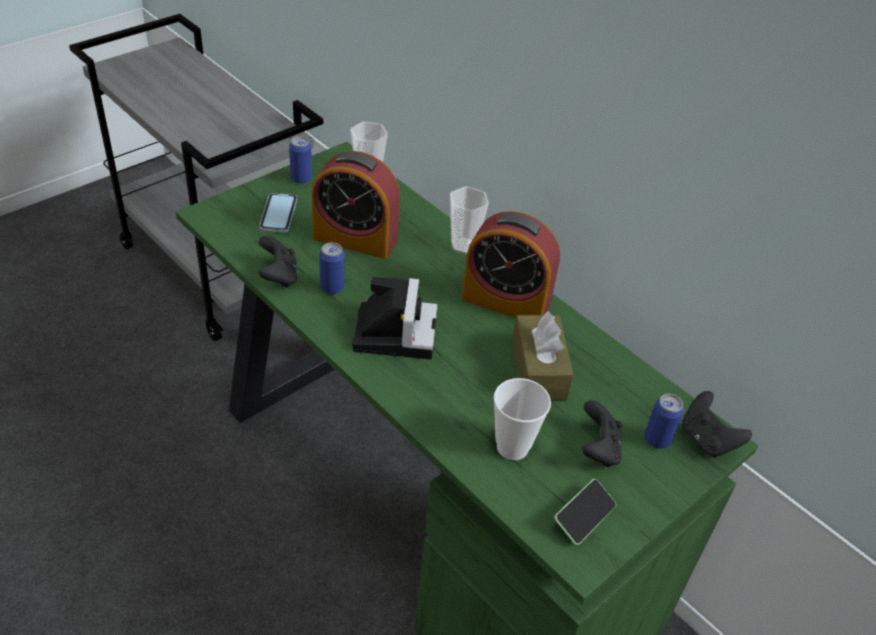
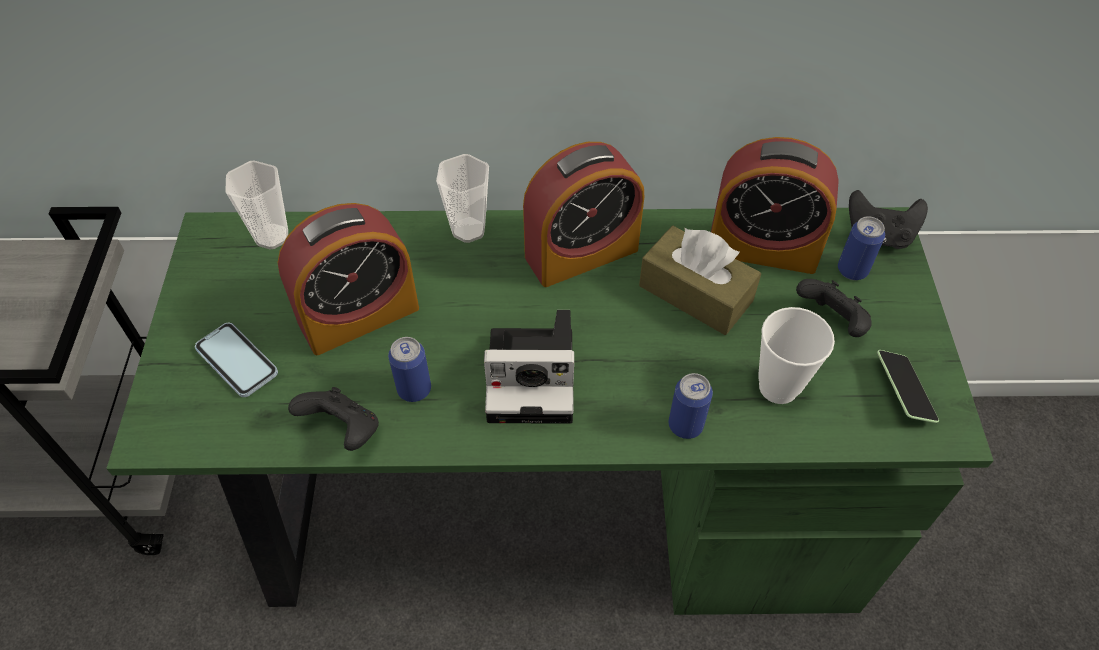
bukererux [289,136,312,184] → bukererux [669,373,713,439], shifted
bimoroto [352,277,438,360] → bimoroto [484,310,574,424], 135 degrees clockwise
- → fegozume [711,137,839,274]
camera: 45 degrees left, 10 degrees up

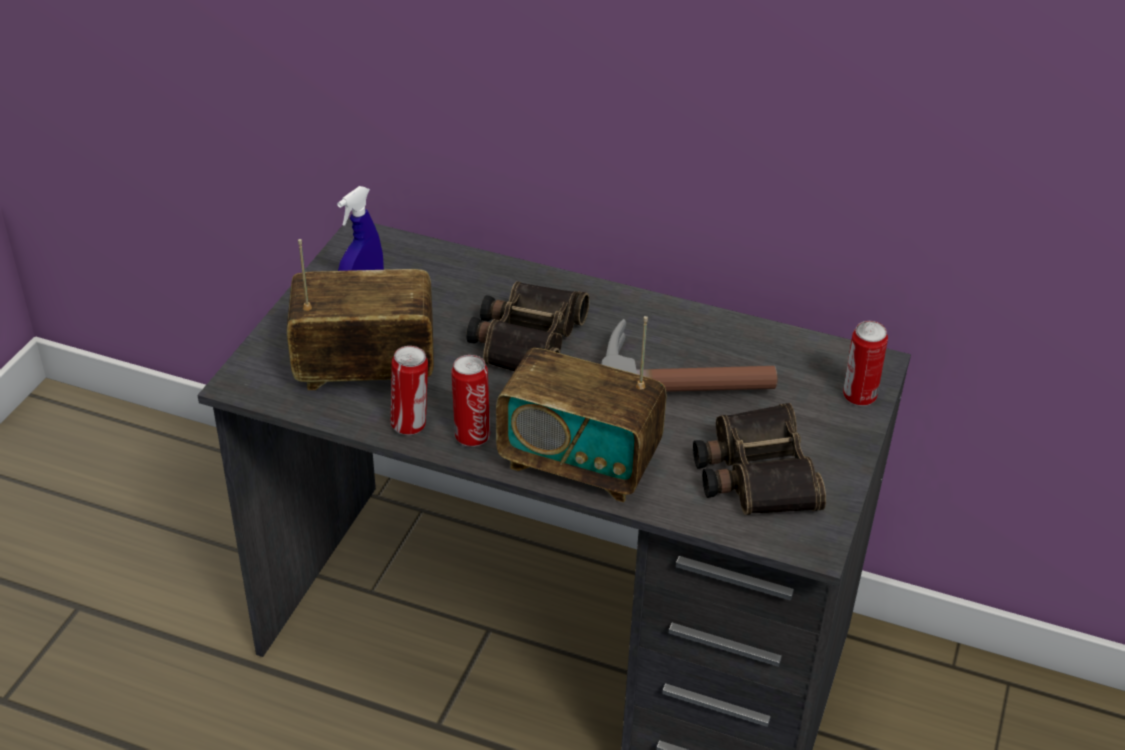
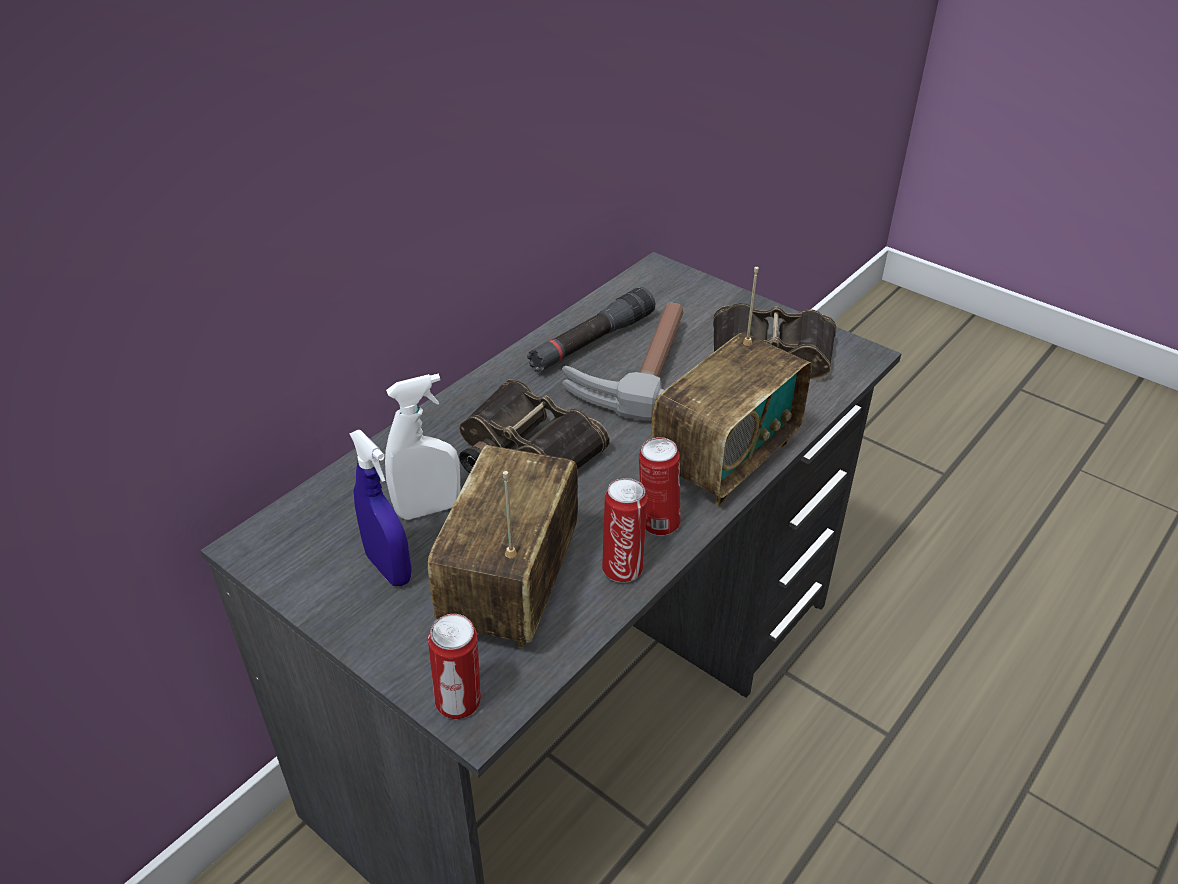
bukererux [843,321,888,406] → bukererux [428,614,481,719], shifted
- → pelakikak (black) [527,287,655,372]
- → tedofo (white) [385,374,461,520]
camera: 70 degrees left, 0 degrees up

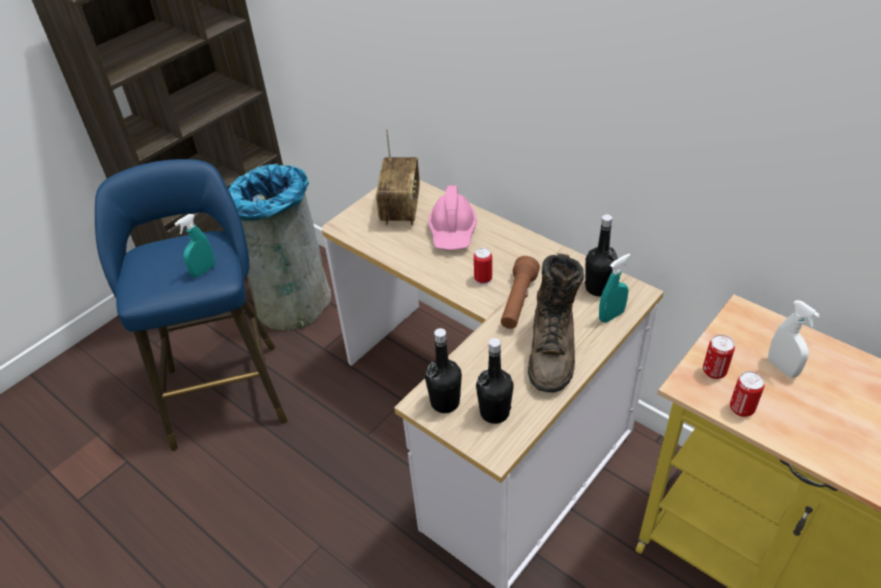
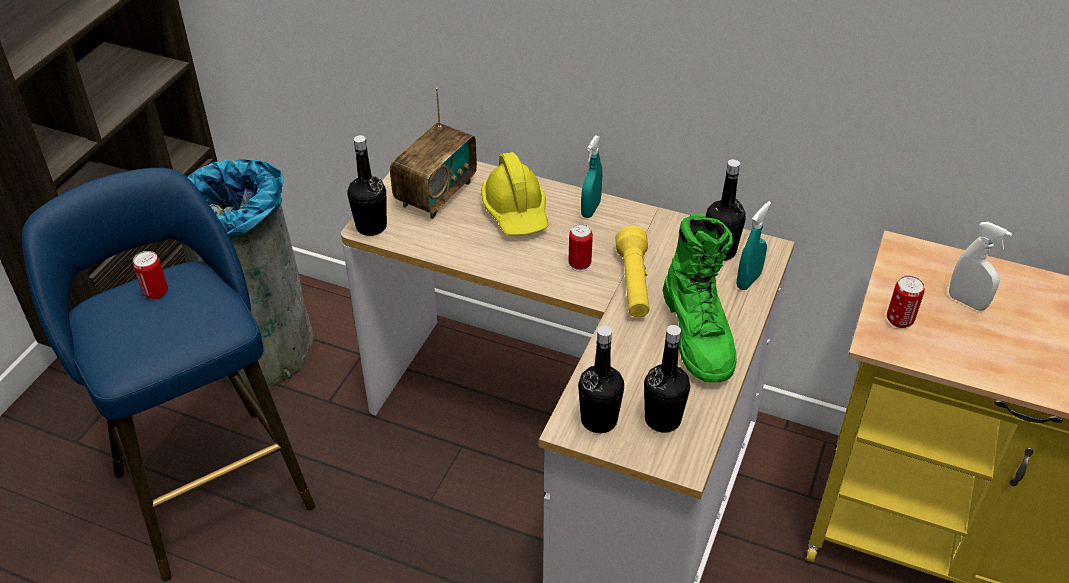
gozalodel [376,129,420,226] → gozalodel [390,88,477,219], 45 degrees clockwise
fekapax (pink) [428,186,477,250] → fekapax (yellow) [482,152,548,235]
tedofo (turquoise) [174,214,215,277] → tedofo (turquoise) [581,135,602,218], shifted
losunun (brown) [528,253,584,393] → losunun (green) [662,214,737,383]
pelakikak (brown) [501,256,540,329] → pelakikak (yellow) [615,226,650,318]
bukererux [730,371,765,417] → bukererux [133,251,168,299], shifted
- → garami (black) [347,135,387,236]
camera: 20 degrees left, 0 degrees up

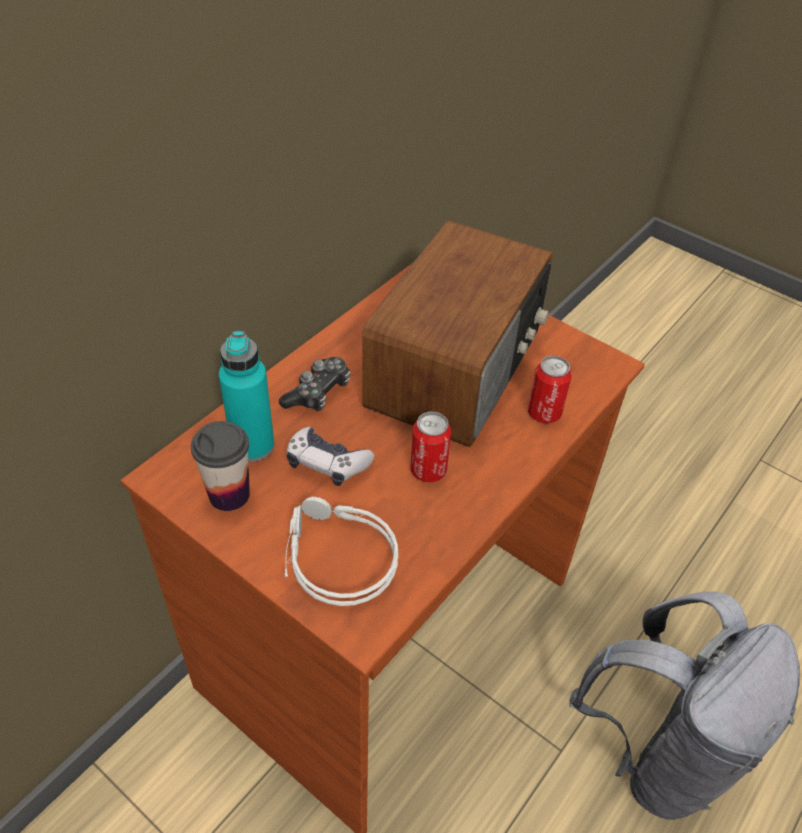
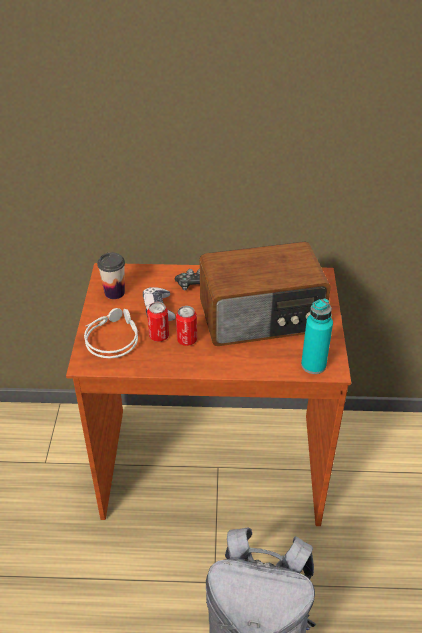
garami (turquoise) [219,331,274,462] → garami (turquoise) [301,298,333,374], shifted
bukererux [528,356,572,424] → bukererux [147,302,169,342], shifted
camera: 55 degrees right, 5 degrees down

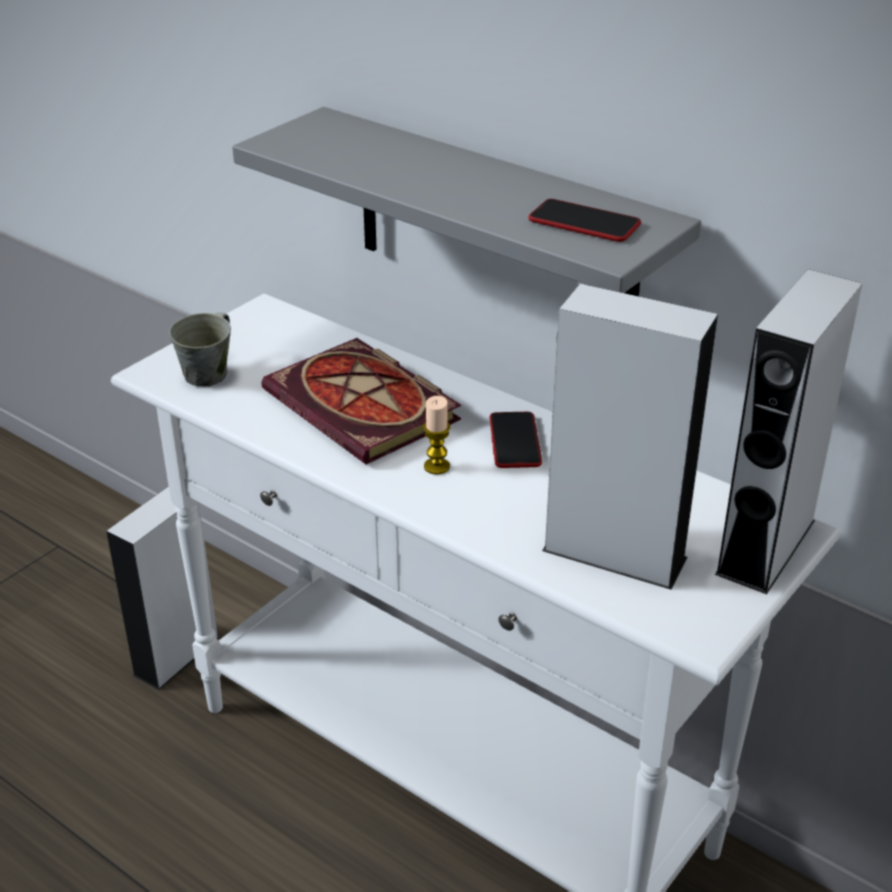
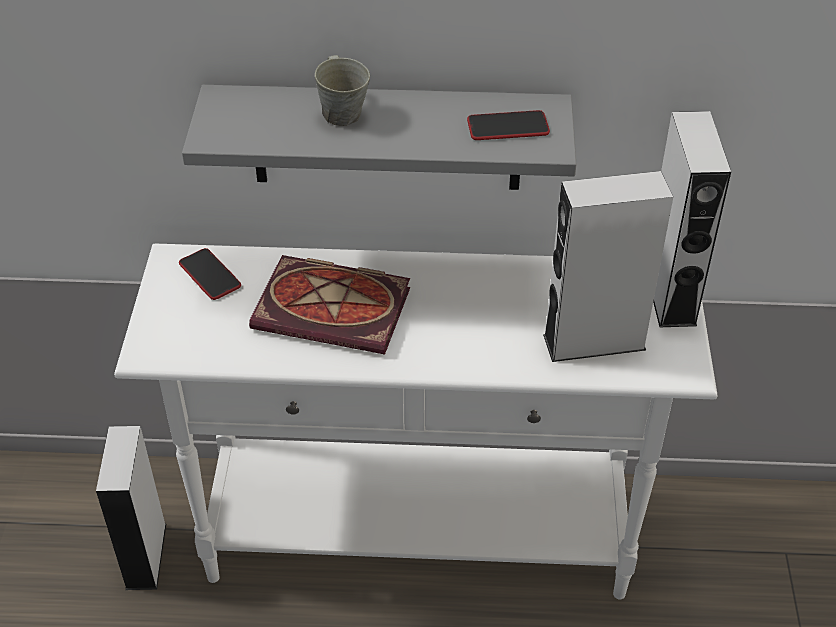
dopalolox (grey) [169,313,231,386] → dopalolox (grey) [315,55,370,126], shifted
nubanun [423,396,450,474] → -
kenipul [489,412,542,468] → kenipul [179,248,241,300], shifted
camera: 35 degrees left, 10 degrees up

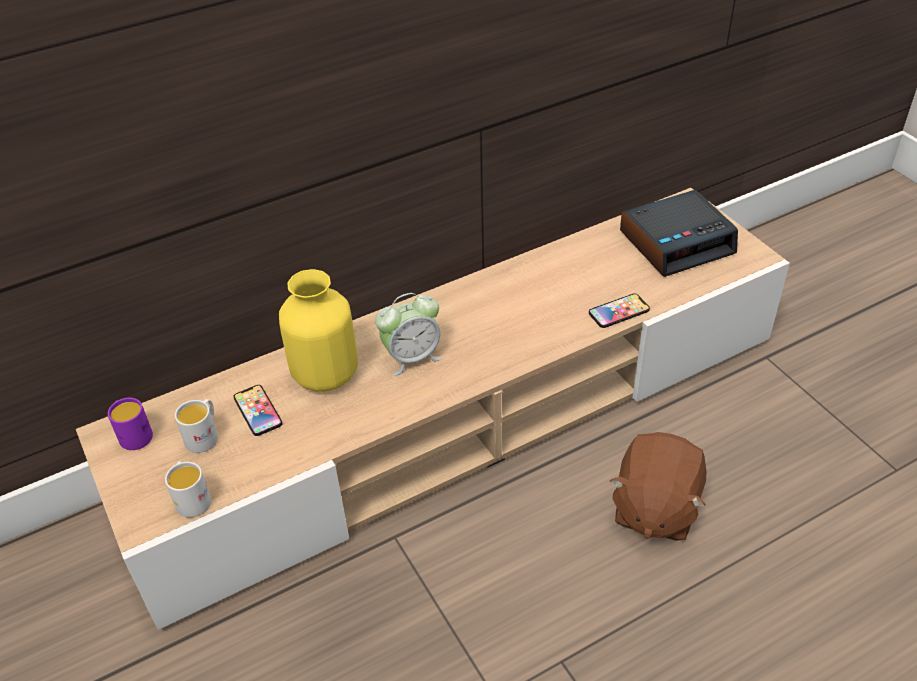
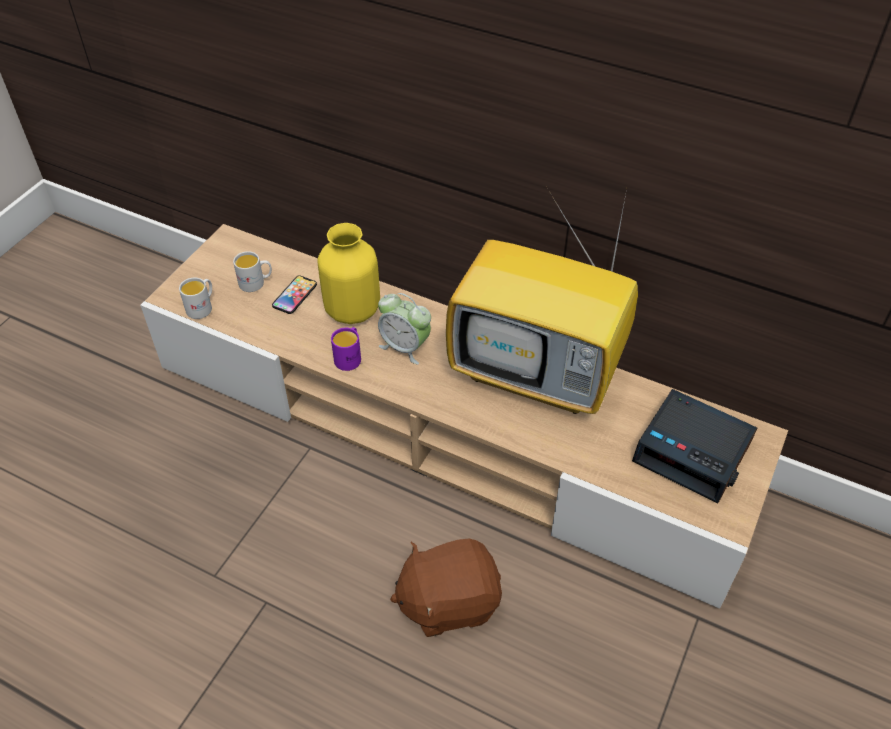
kenipul [589,293,650,328] → -
dopalolox (purple) [108,398,153,450] → dopalolox (purple) [331,327,361,371], shifted
- → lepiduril [446,189,638,414]
camera: 55 degrees right, 5 degrees up

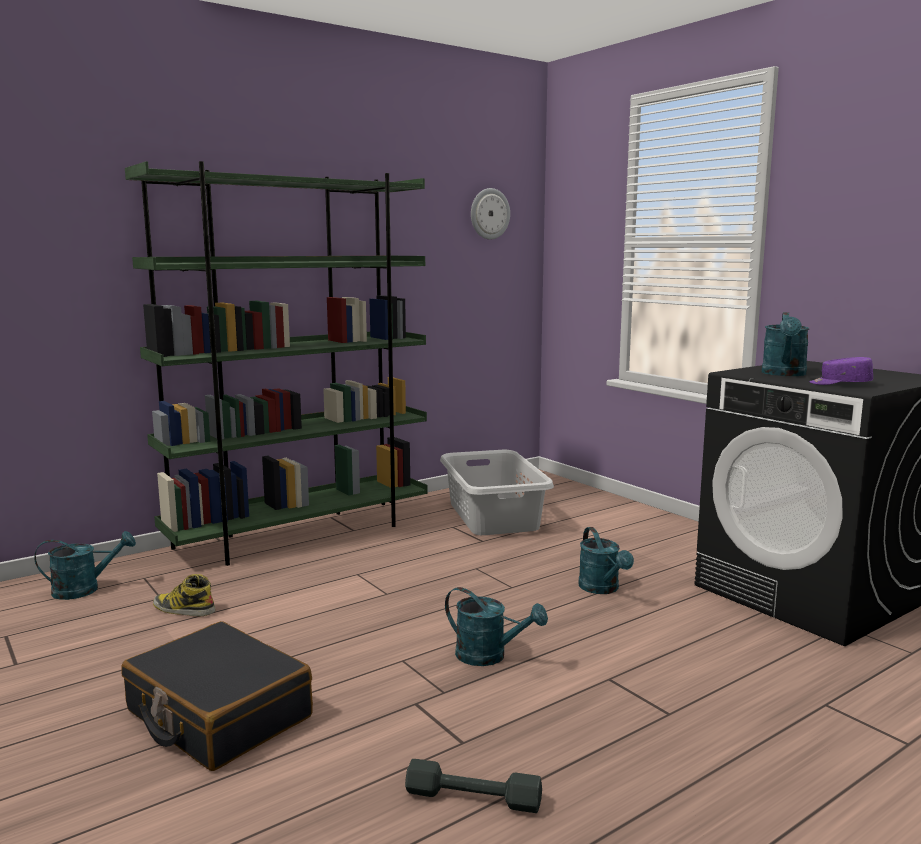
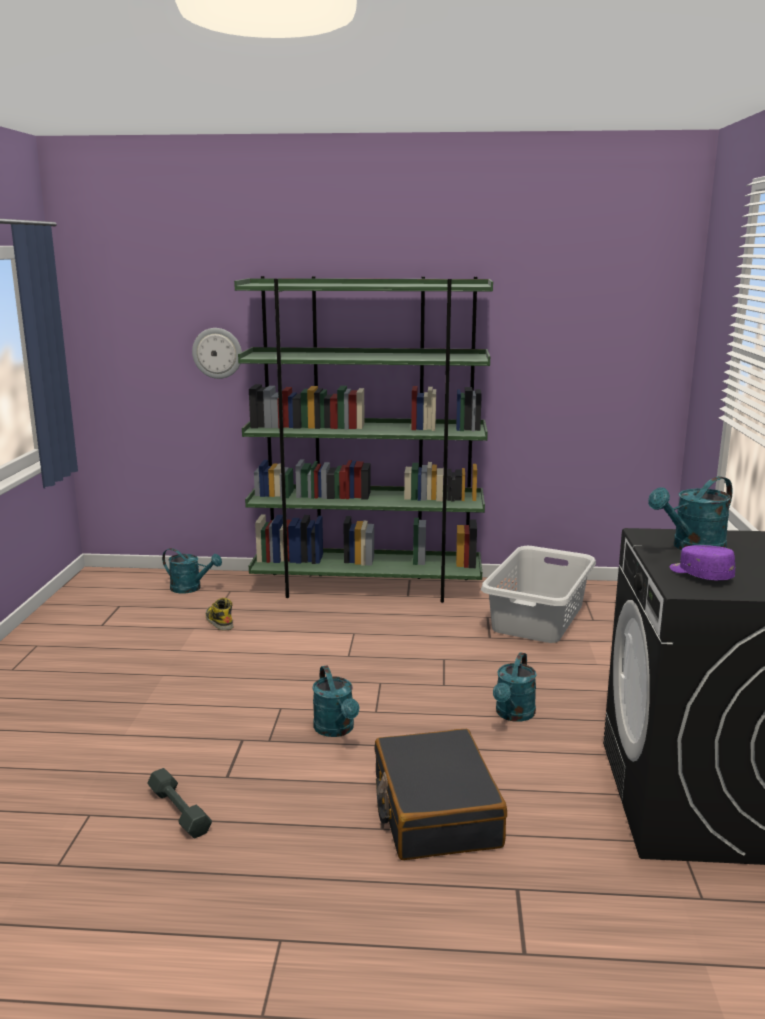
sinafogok [471,188,510,240] → sinafogok [192,328,242,379], shifted
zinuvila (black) [122,621,313,771] → zinuvila (black) [374,729,507,860], shifted
camera: 40 degrees right, 5 degrees up

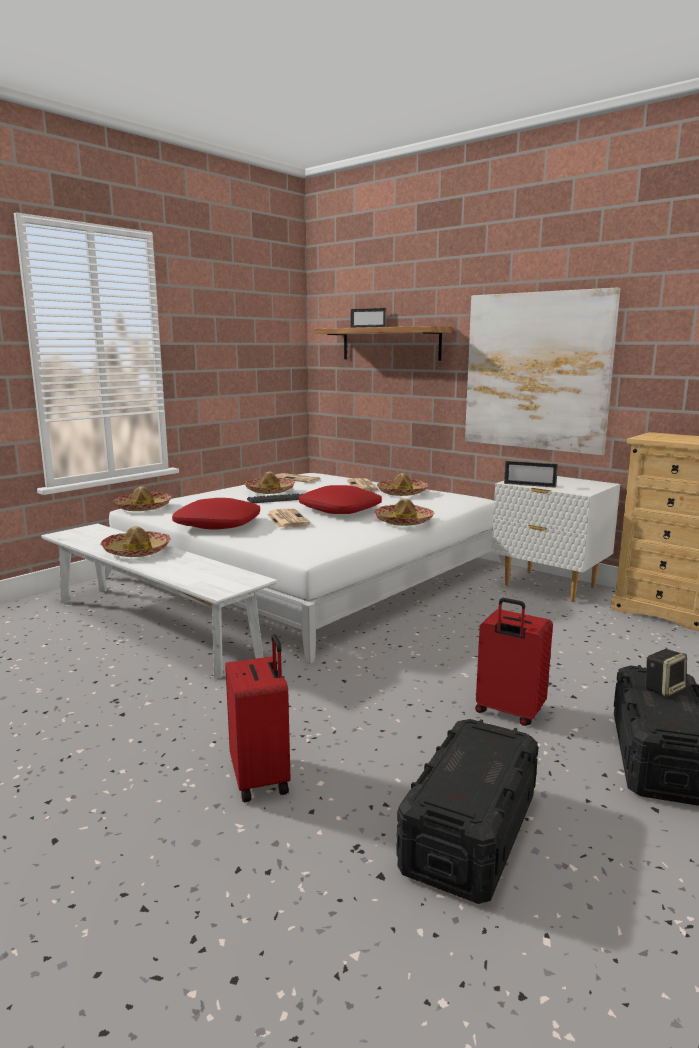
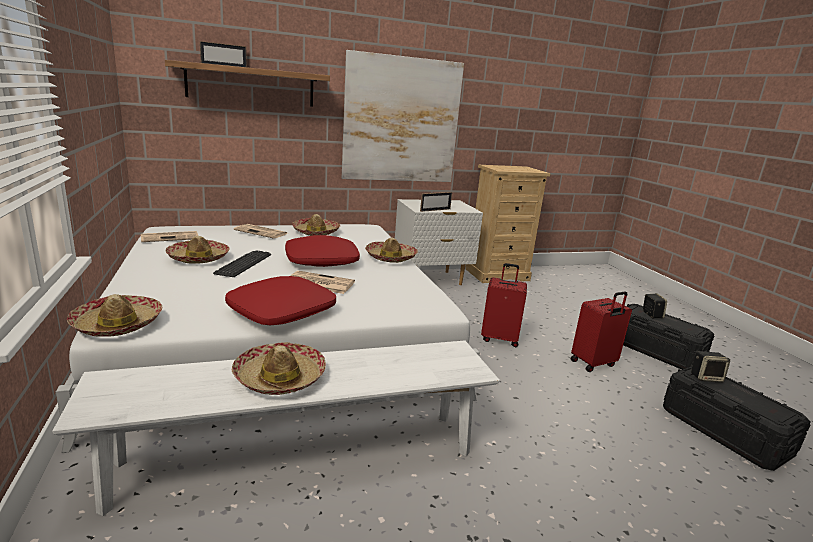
zinuvila (red) [225,634,291,802] → zinuvila (red) [481,263,527,347], shifted
- → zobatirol [691,351,730,383]
camera: 60 degrees left, 5 degrees up

